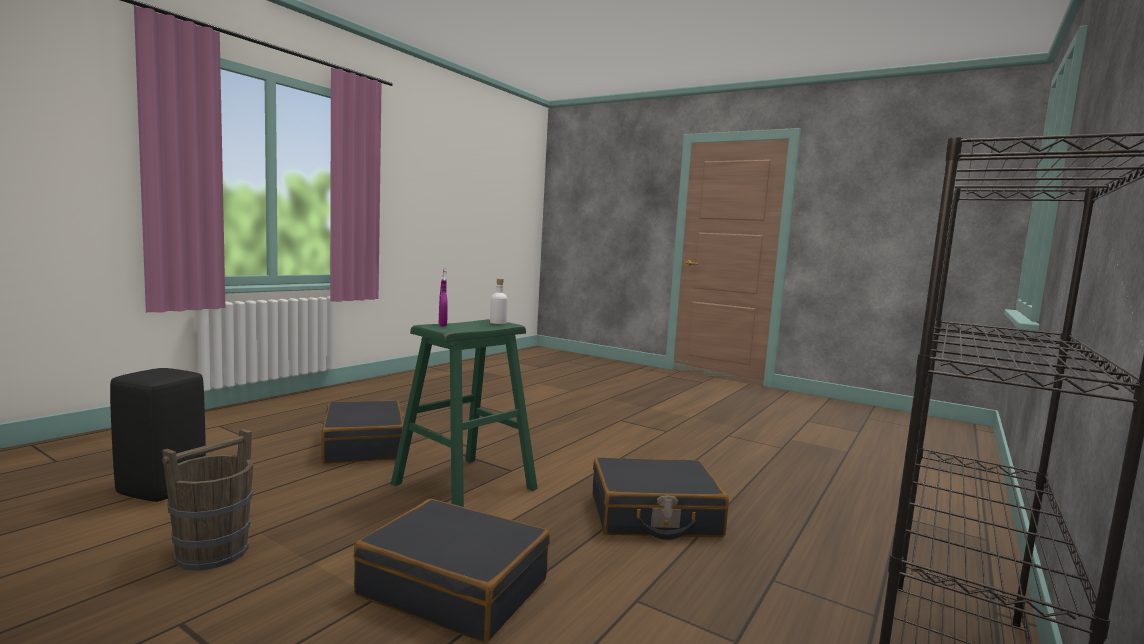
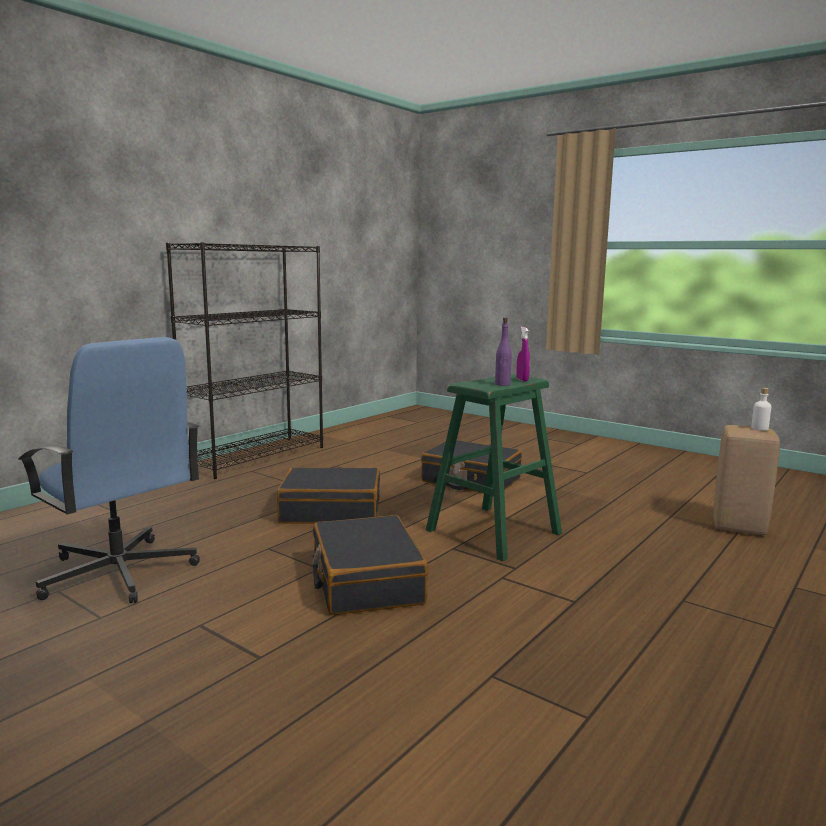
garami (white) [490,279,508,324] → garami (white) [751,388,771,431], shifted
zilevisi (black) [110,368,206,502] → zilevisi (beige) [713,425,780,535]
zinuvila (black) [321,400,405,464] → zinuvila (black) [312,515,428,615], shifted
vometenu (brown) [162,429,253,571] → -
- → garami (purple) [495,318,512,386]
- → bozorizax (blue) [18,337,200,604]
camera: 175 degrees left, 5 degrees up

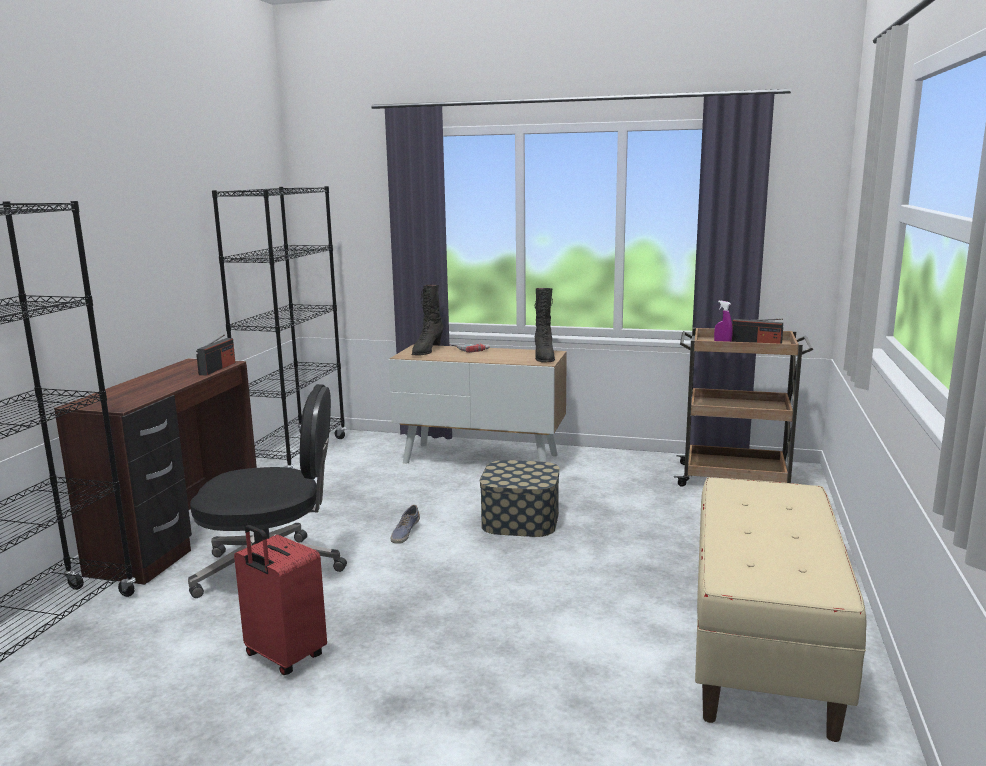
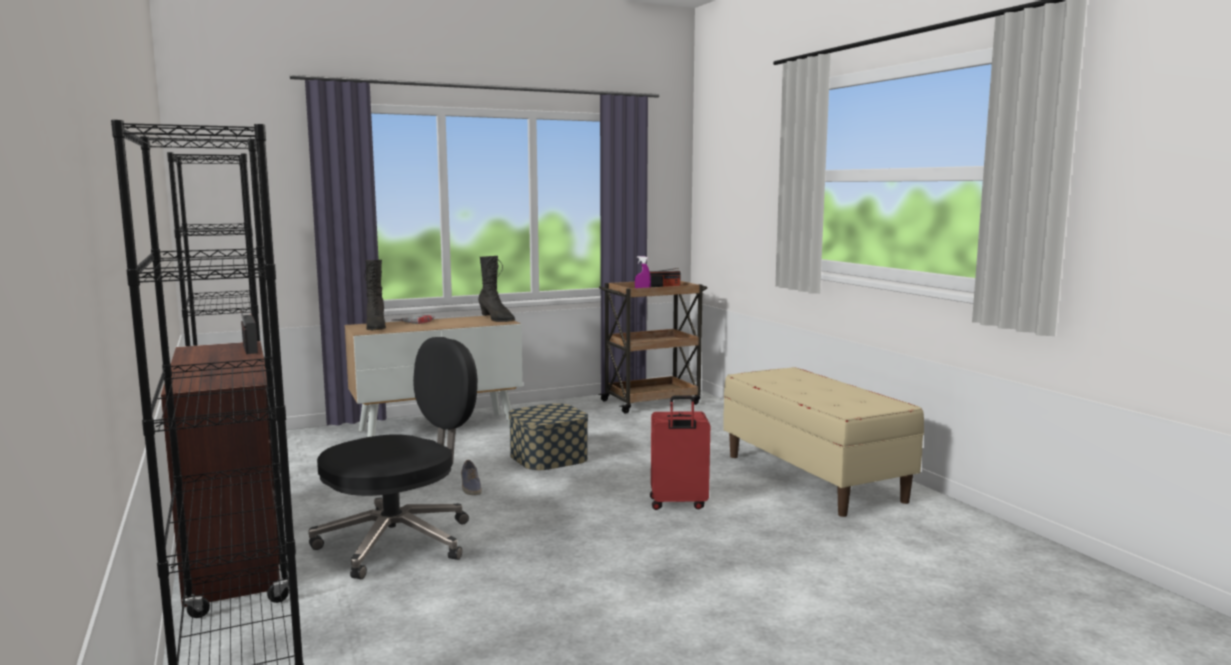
zinuvila (red) [234,525,327,675] → zinuvila (red) [650,395,710,510], shifted
camera: 40 degrees left, 5 degrees down

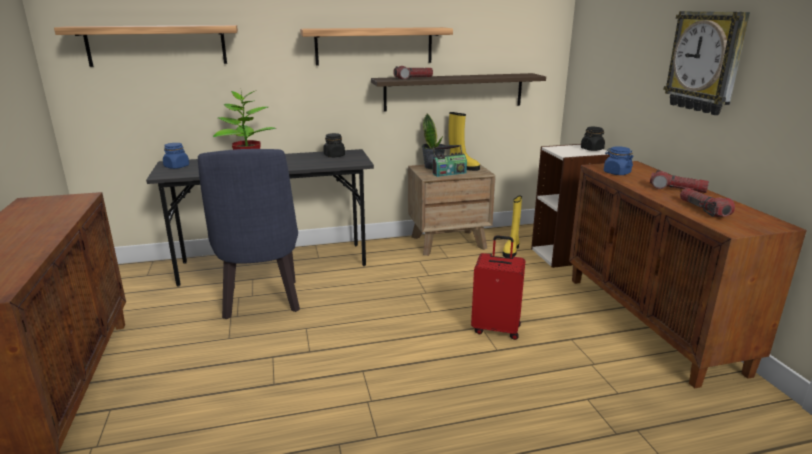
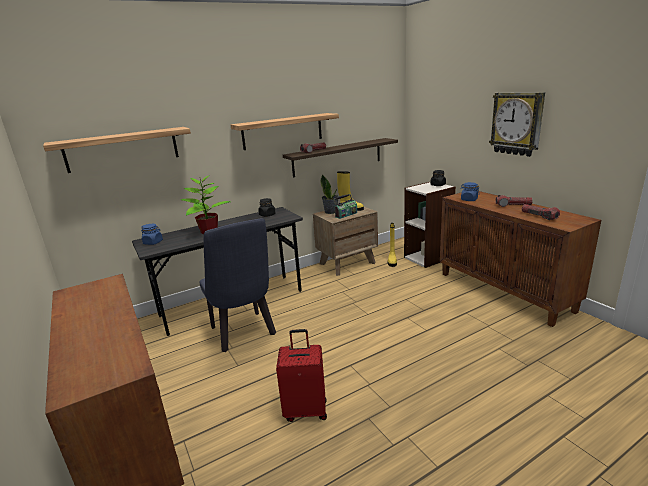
zinuvila (red) [471,235,525,340] → zinuvila (red) [276,329,327,422], shifted
camera: 15 degrees left, 0 degrees up

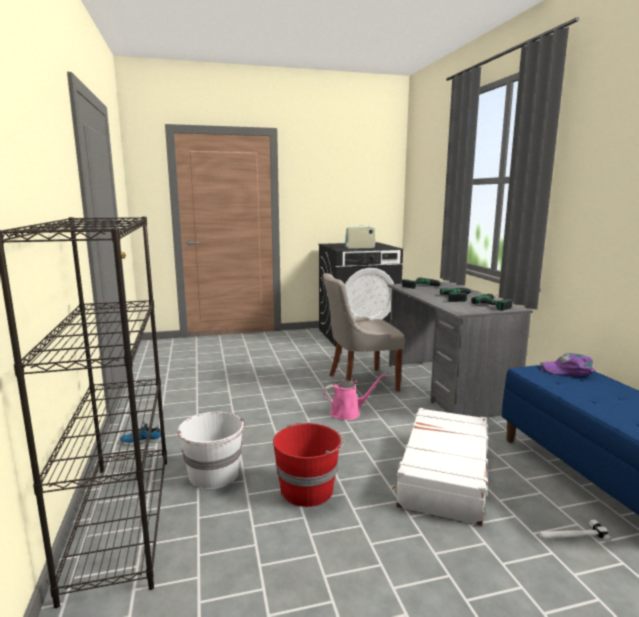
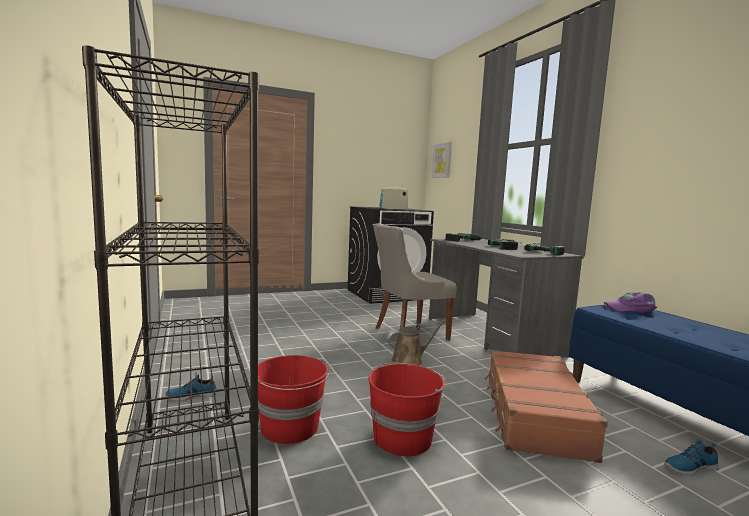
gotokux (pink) [323,373,386,420] → gotokux (brown) [387,319,447,366]
zinuvila (white) [392,408,488,526] → zinuvila (brown) [484,350,608,463]
vometenu (white) [178,412,246,489] → vometenu (red) [258,355,331,444]
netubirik [539,519,611,542] → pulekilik [664,439,719,475]
- → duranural [431,142,452,178]
camera: 10 degrees left, 5 degrees down

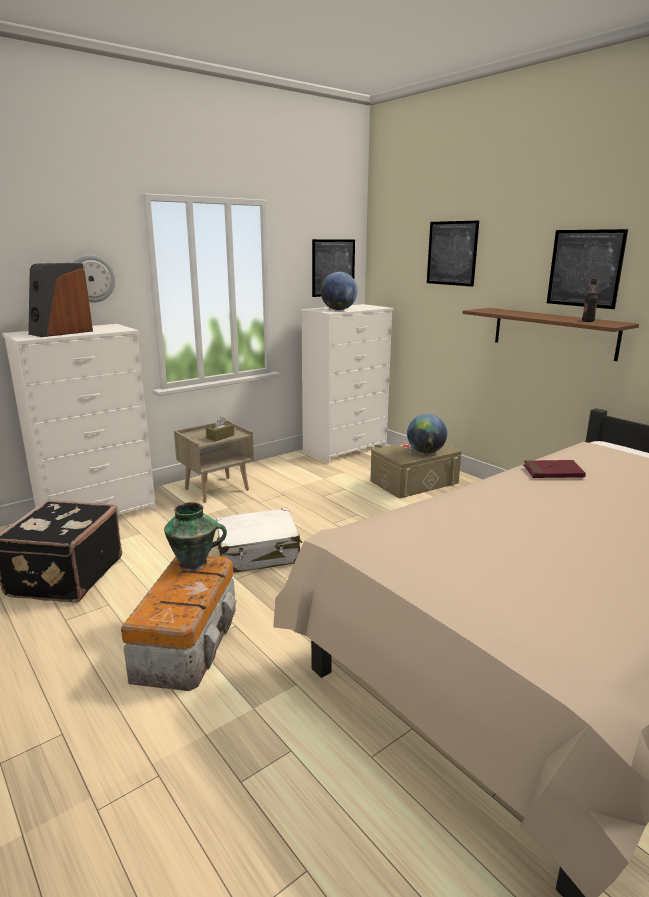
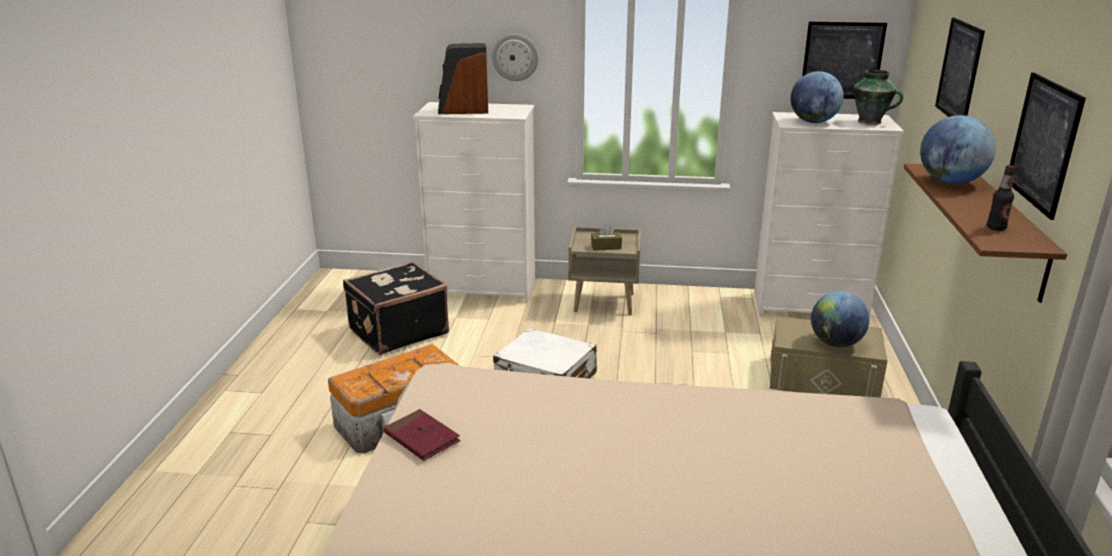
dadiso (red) [523,460,586,478] → dadiso (red) [383,409,460,461], shifted
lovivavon [164,502,227,571] → lovivavon [854,70,903,125], shifted
- → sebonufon [920,115,996,184]
camera: 45 degrees right, 5 degrees up

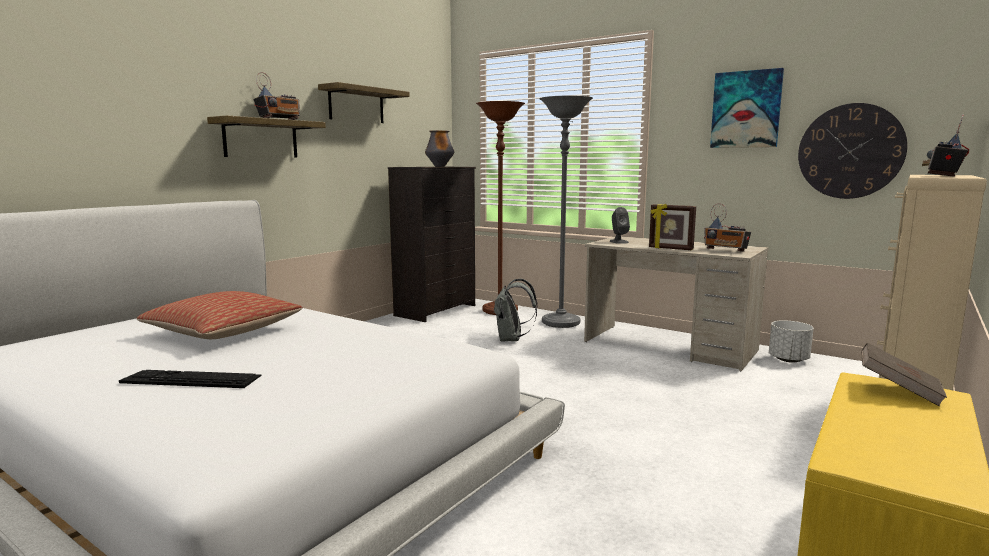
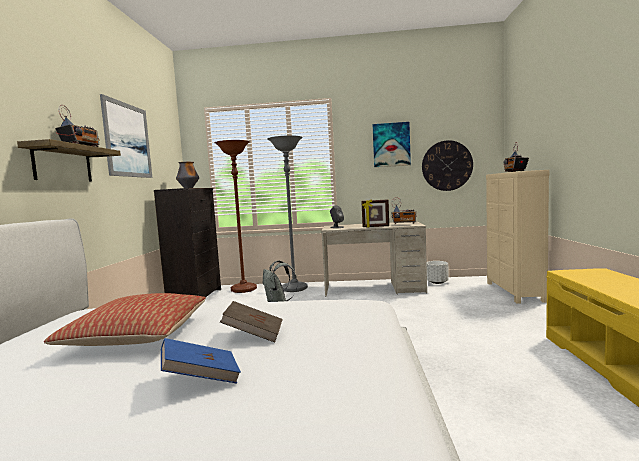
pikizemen [318,82,410,123] → duranural [100,94,152,178]
dadiso (brown) [861,343,947,407] → dadiso (brown) [220,301,283,342], shifted
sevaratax [119,370,261,388] → dadiso (blue) [161,338,241,384]
camera: 30 degrees left, 5 degrees down

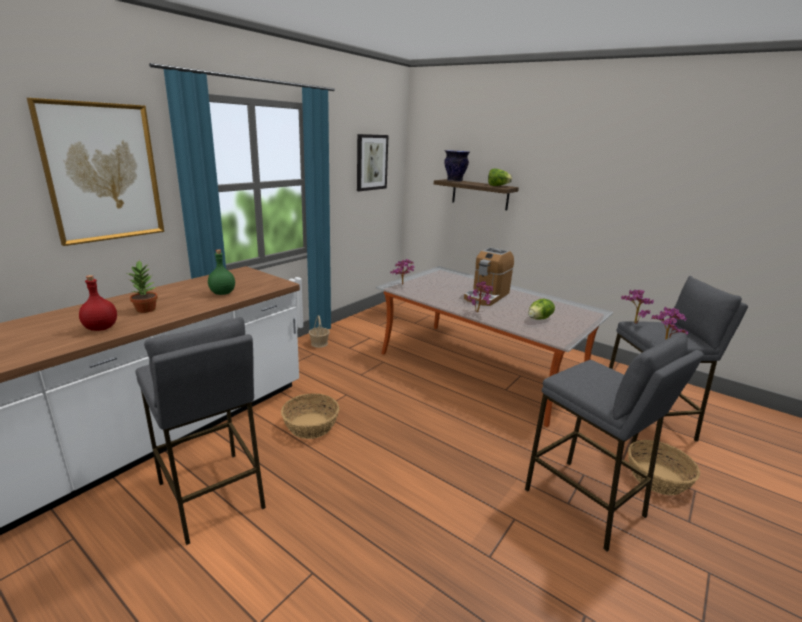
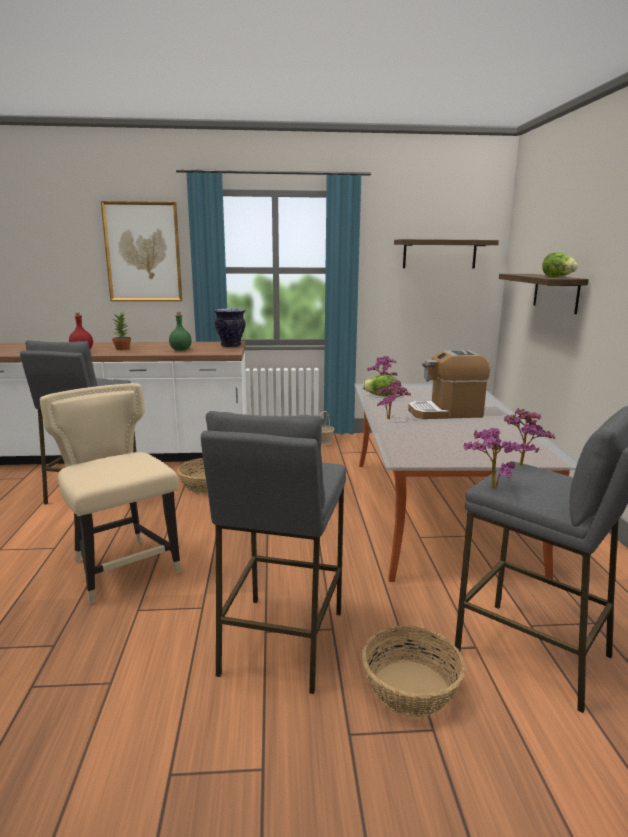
duranural [357,134,389,191] → pikizemen [394,239,499,269]
lovivavon [444,150,470,182] → lovivavon [214,308,246,347], shifted
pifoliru [528,299,555,320] → pifoliru [362,375,399,396], shifted
- → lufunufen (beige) [40,383,181,605]
camera: 50 degrees right, 5 degrees down

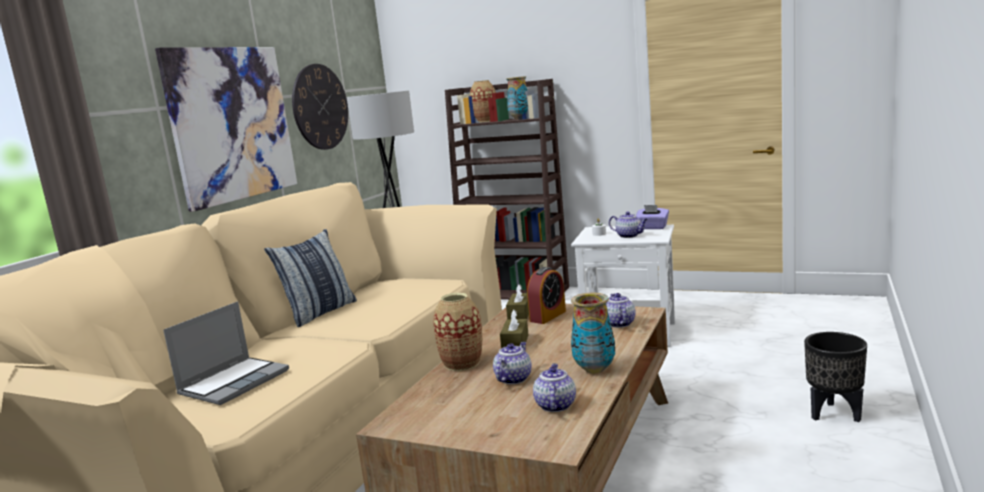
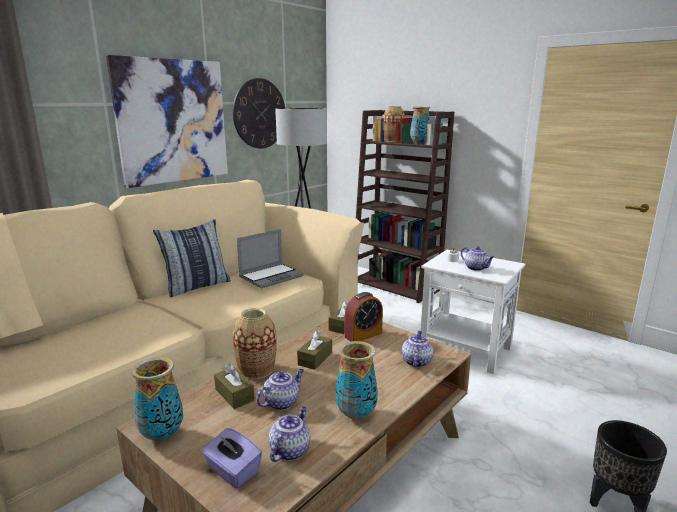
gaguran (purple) [636,205,669,229] → gaguran (purple) [202,428,262,488], shifted
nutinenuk [163,301,289,405] → nutinenuk [237,229,304,288], shifted
- → lovivavon [132,357,183,442]
- → gaguran (brown) [214,364,255,409]
camera: 15 degrees right, 5 degrees up

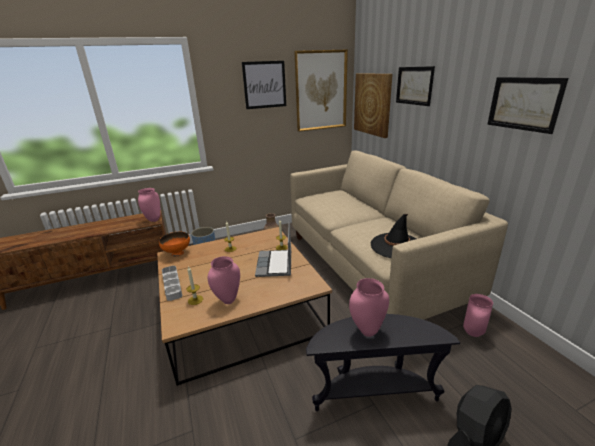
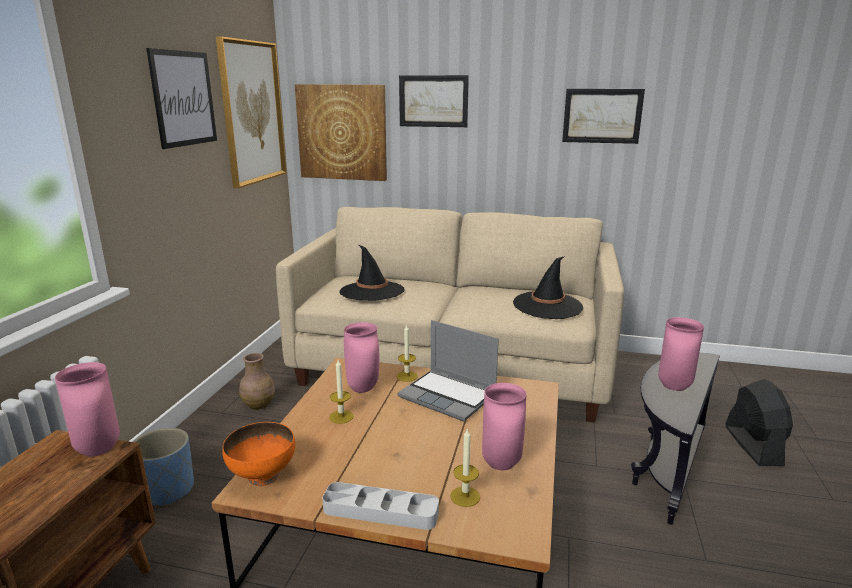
lovivavon (pink) [463,294,493,337] → lovivavon (pink) [344,322,379,393], shifted
- → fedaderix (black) [339,244,405,300]
camera: 55 degrees left, 5 degrees down

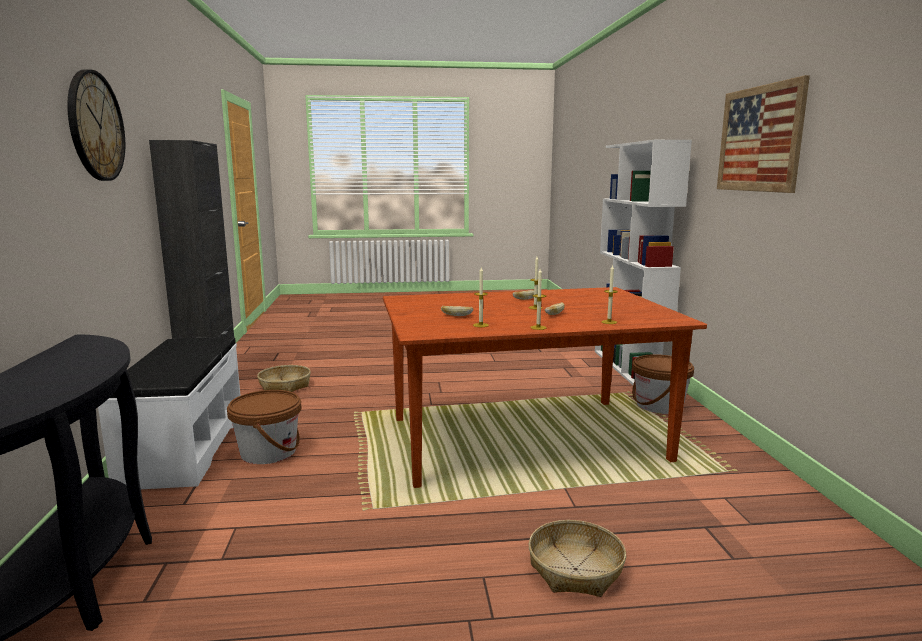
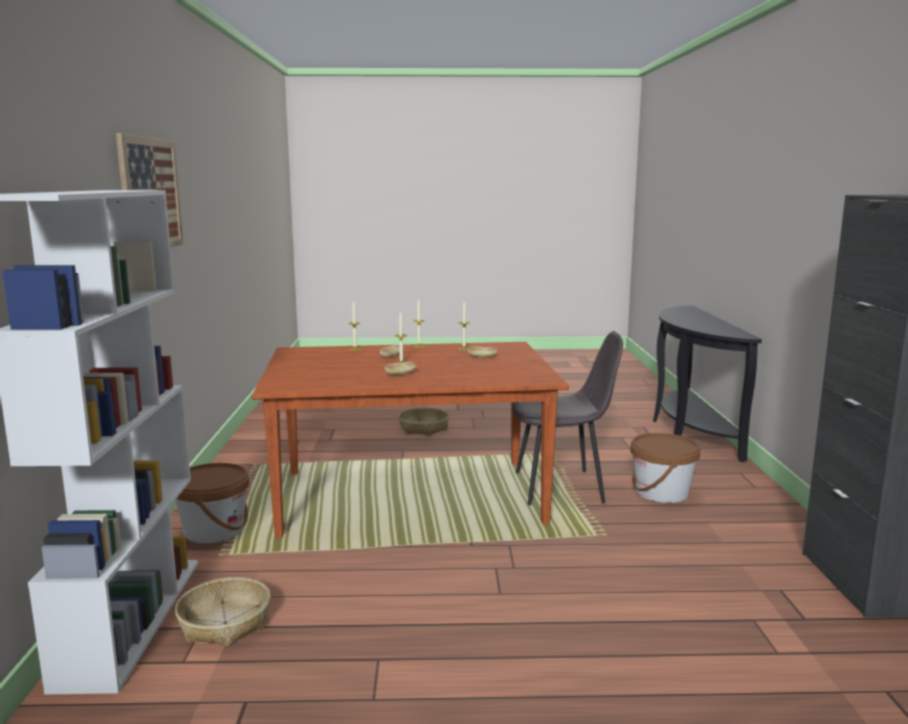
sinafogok [67,69,125,181] → -
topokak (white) [98,337,241,489] → -
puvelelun [257,365,311,392] → puvelelun [175,577,271,646], shifted
- → lufunufen (grey) [512,331,623,505]
camera: 175 degrees left, 0 degrees up

